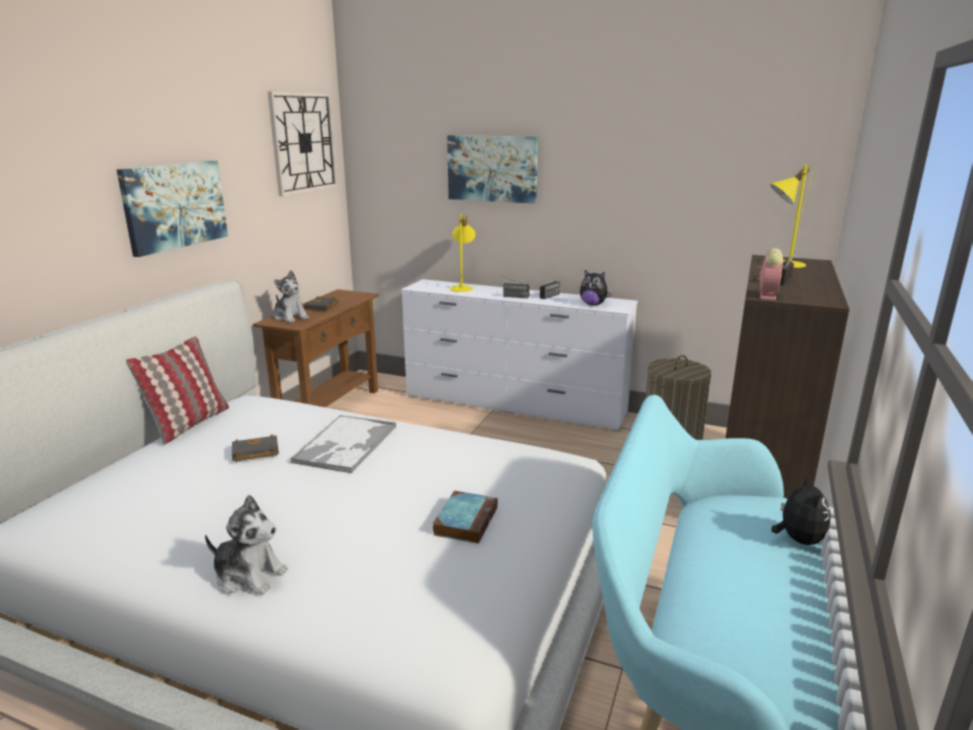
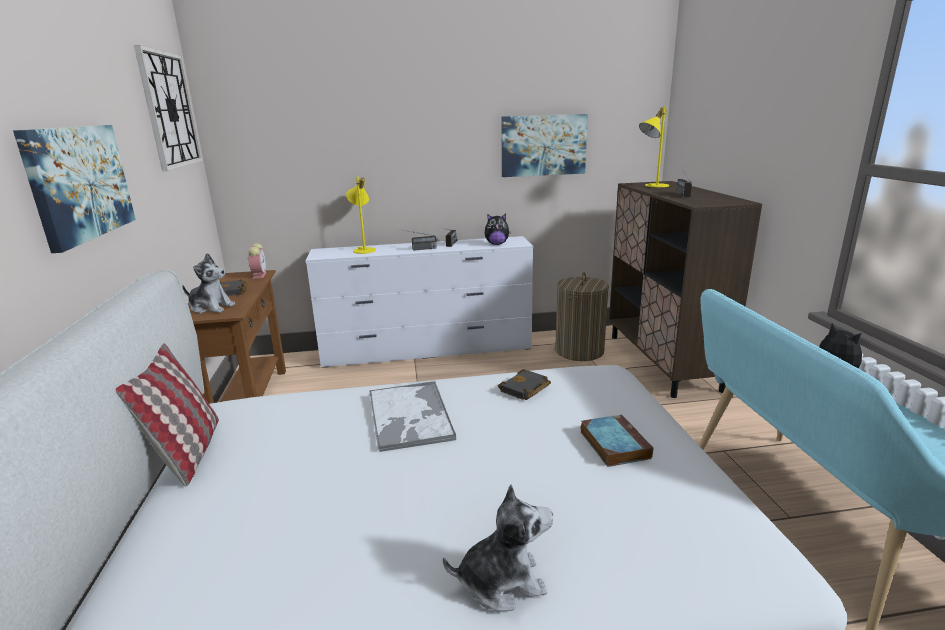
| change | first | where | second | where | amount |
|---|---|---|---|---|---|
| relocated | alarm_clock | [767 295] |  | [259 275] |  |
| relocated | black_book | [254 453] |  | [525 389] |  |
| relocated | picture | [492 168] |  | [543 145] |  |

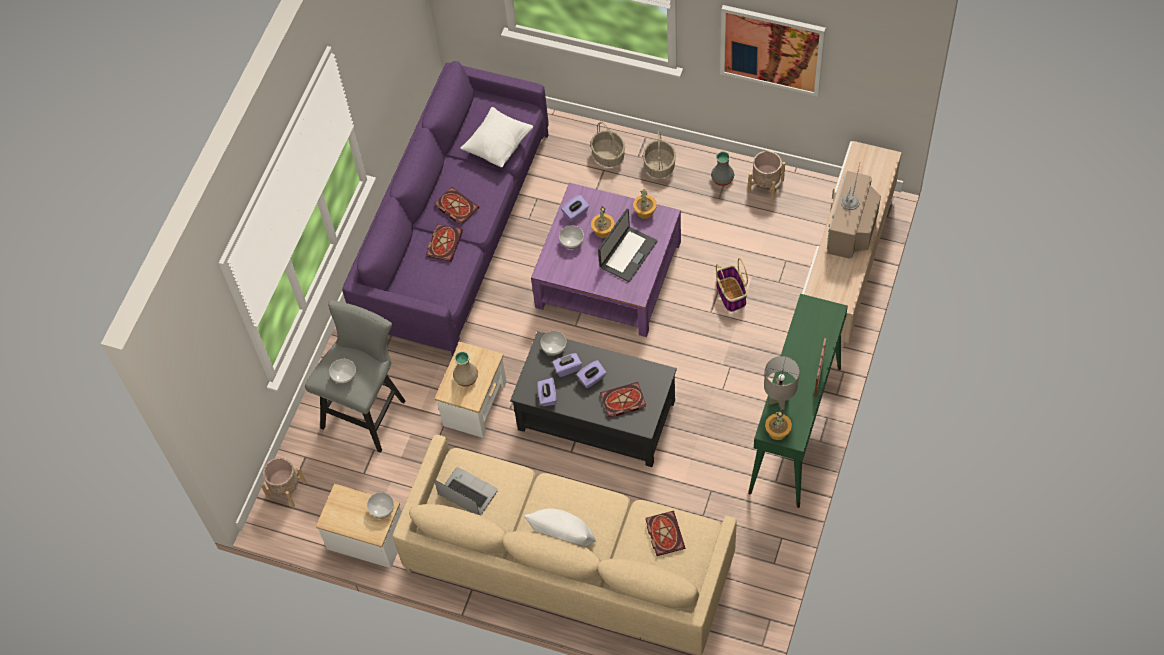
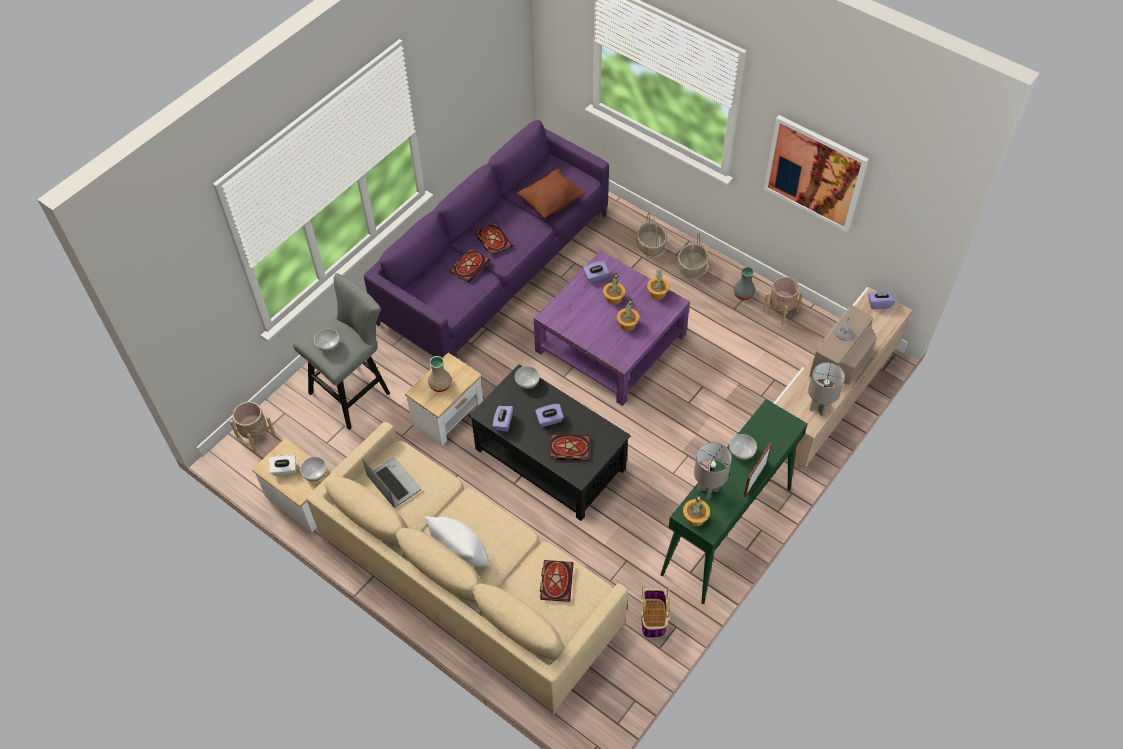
| change | first | where | second | where | amount |
|---|---|---|---|---|---|
| appeared |  |  | white_tissue_box | [284 470] |  |
| colour | white_pillow | [498 145] | brown_pillow | [551 202] |  |
| exchanged | laptop | [627 254] | potted_plant | [627 324] |  |
| relocated | basket | [731 295] |  | [653 619] |  |
| relocated | bowl | [572 242] |  | [741 452] |  |
| appeared |  |  | grey_table_lamp | [818 408] |  |
| relocated | purple_tissue_box | [567 368] |  | [879 304] |  |

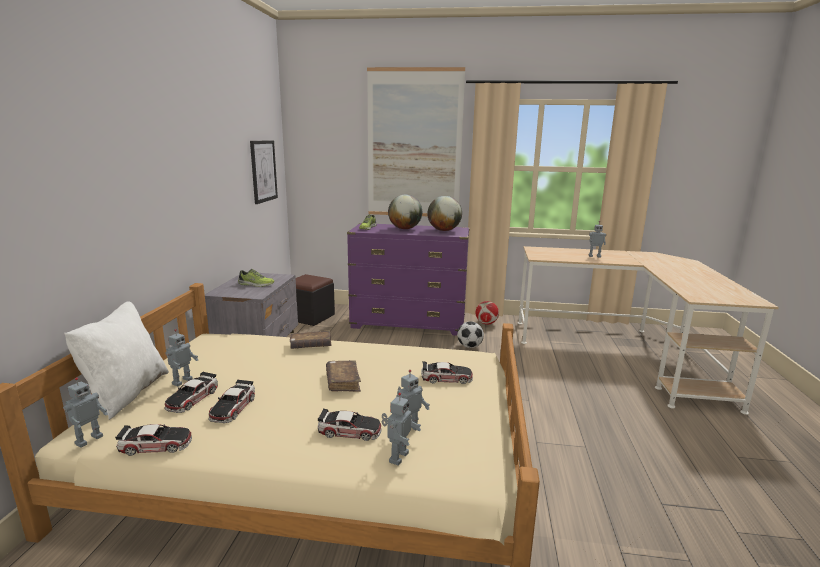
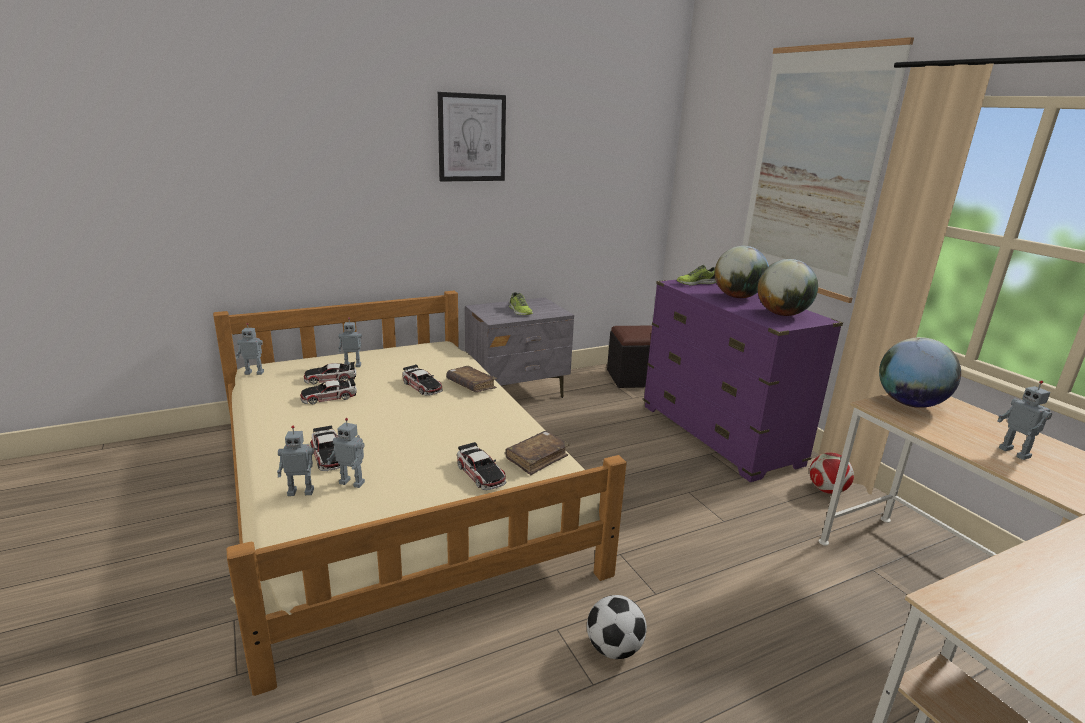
| change | first | where | second | where | amount |
|---|---|---|---|---|---|
| relocated | toy_car | [156 445] |  | [422 386] |  |
| relocated | picture | [263 171] |  | [472 138] |  |
| relocated | brown_book | [343 382] |  | [537 458] |  |
| relocated | football | [469 346] |  | [613 649] |  |
| appeared |  |  | globe | [909 403] |  |
| missing | white_pillow | [126 393] |  |  |  |

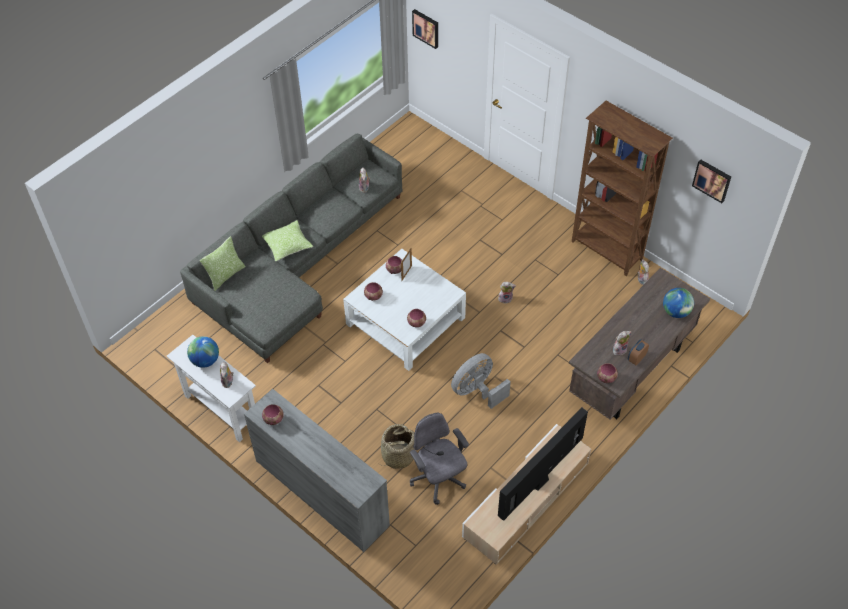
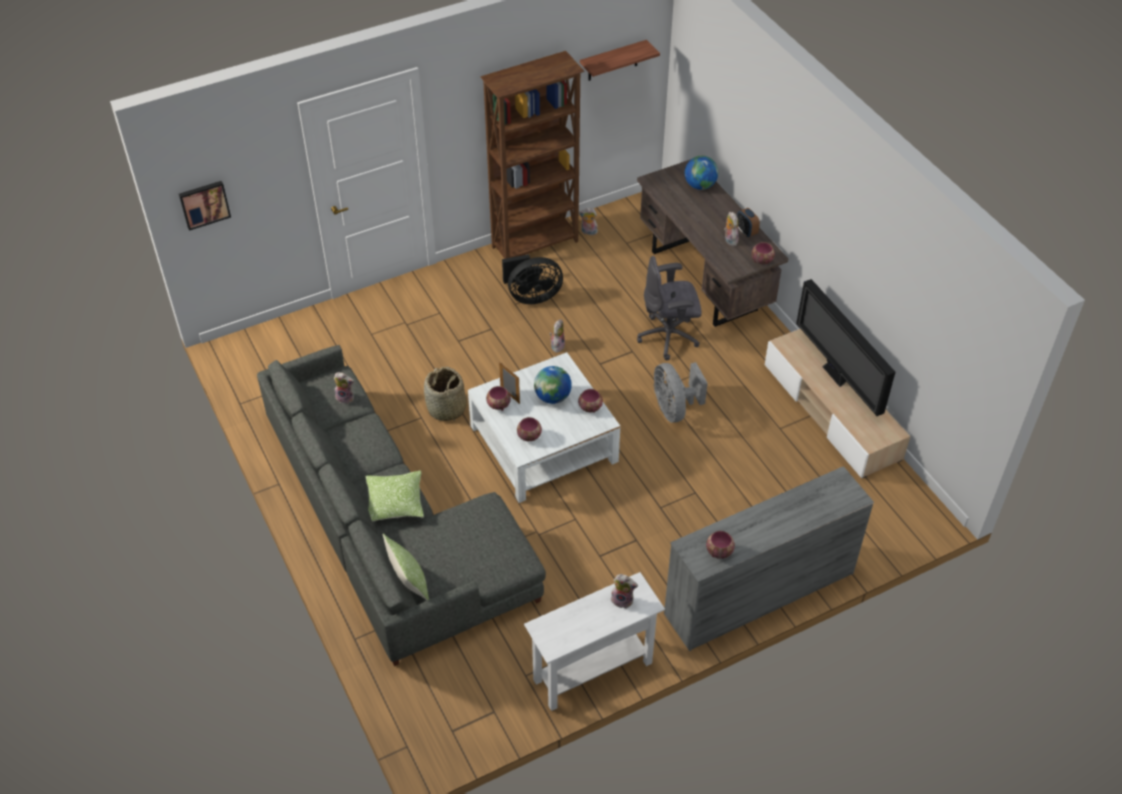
| change | first | where | second | where | amount |
|---|---|---|---|---|---|
| relocated | basket | [398 455] |  | [446 409] |  |
| appeared |  |  | black_fan | [532 296] |  |
| relocated | globe | [205 360] |  | [552 397] |  |
| exchanged | picture | [712 180] | shelf | [613 61] |  |
| relocated | grey_office_chair | [438 479] |  | [669 337] |  |

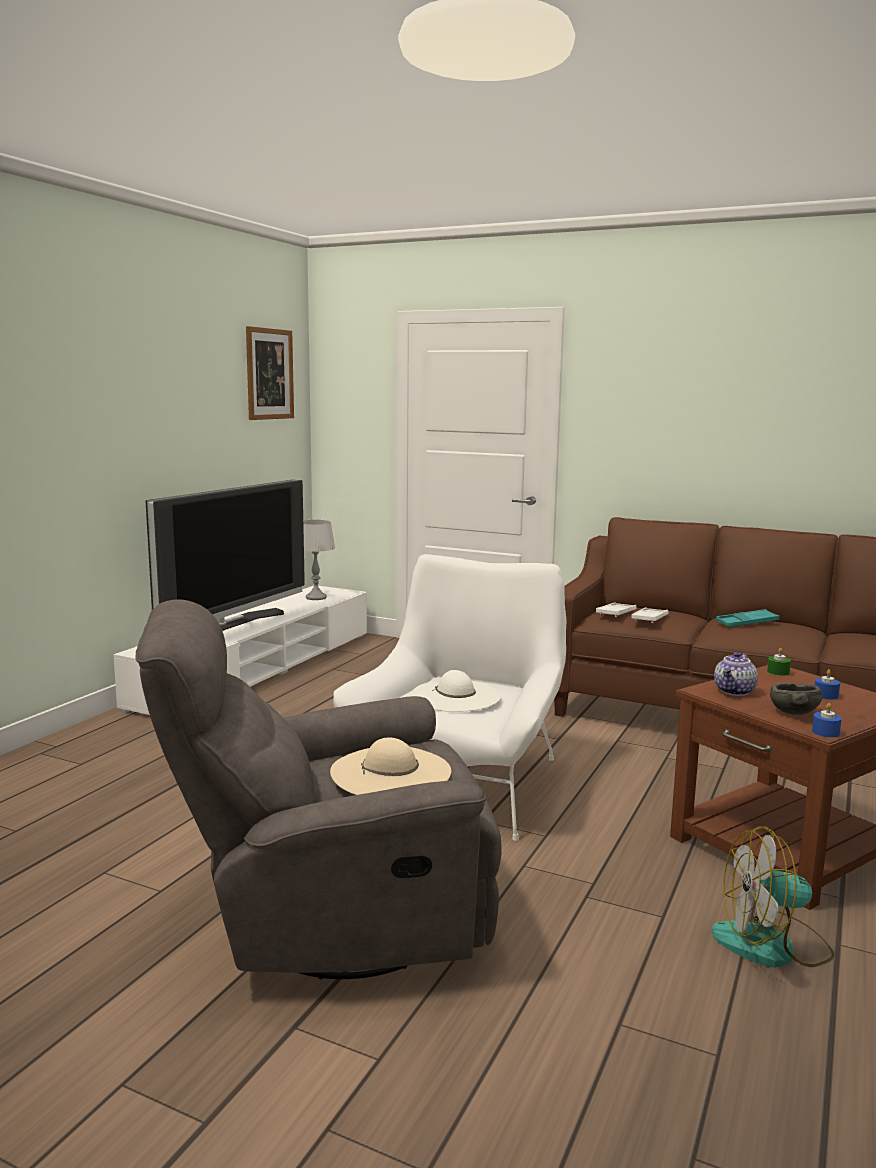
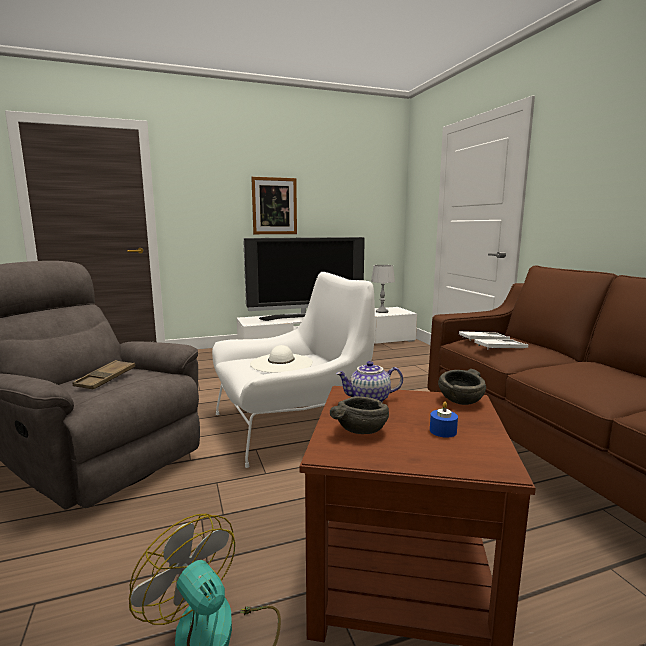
| change | first | where | second | where | amount |
|---|---|---|---|---|---|
| exchanged | beige_hat | [390 772] | brown_tray | [106 379] |  |
| relocated | picture | [269 374] |  | [274 206] |  |
| exchanged | green_candle | [778 672] | grey_bowl | [461 401] |  |
| missing | turquoise_tray | [747 623] |  |  |  |
| missing | blue_candle | [825 732] |  |  |  |

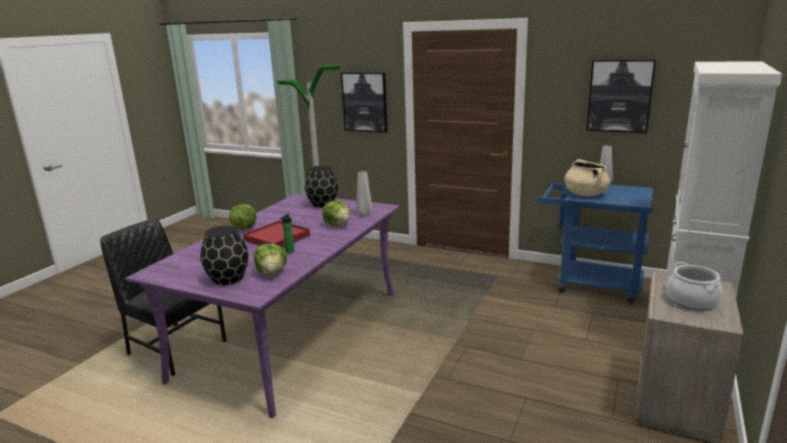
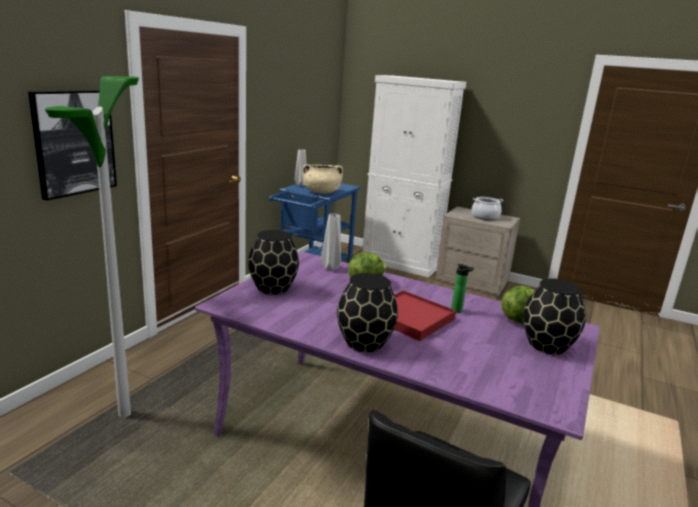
| change | first | where | second | where | amount |
|---|---|---|---|---|---|
| exchanged | lettuce | [244 228] | black_vase | [365 343] |  |
| missing | picture | [620 96] |  |  |  |

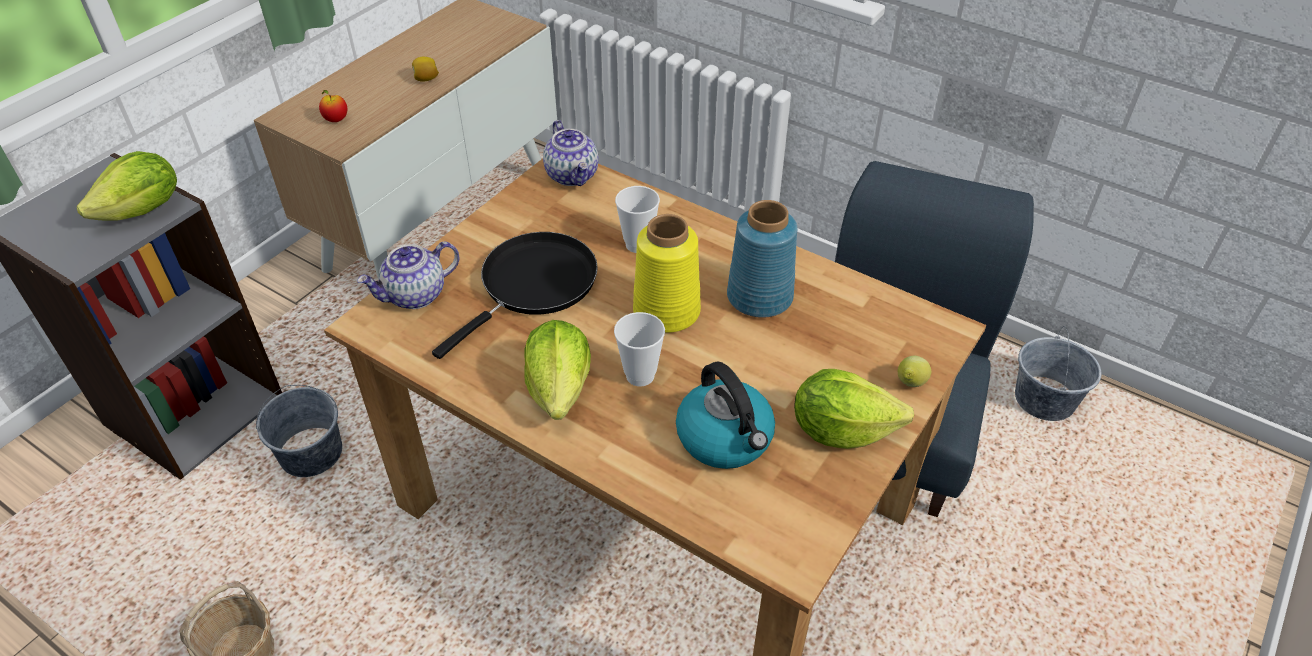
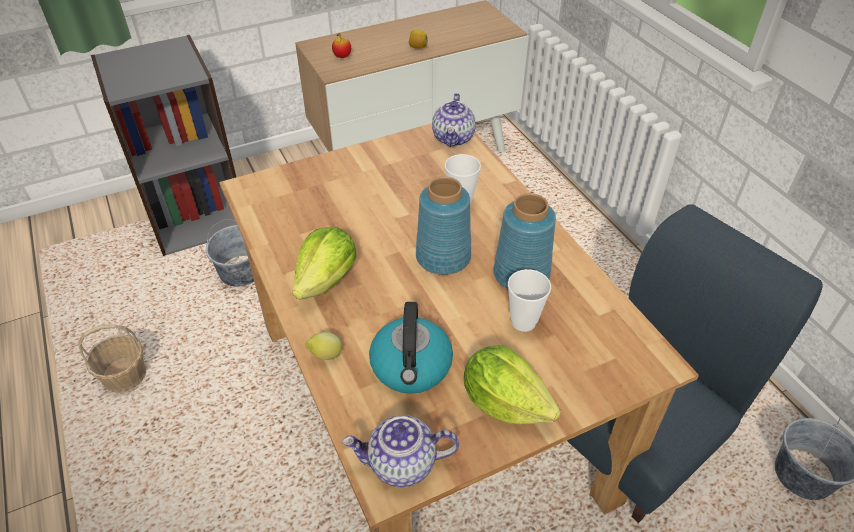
| change | first | where | second | where | amount |
|---|---|---|---|---|---|
| relocated | lemon | [909 384] |  | [325 355] |  |
| relocated | teapot | [415 295] |  | [401 464] |  |
| colour | yellow_vase | [667 312] | blue_vase | [443 258] |  |
| relocated | cup | [640 375] |  | [523 322] |  |
| missing | lettuce | [143 211] |  |  |  |
| missing | black_frying_pan | [533 285] |  |  |  |

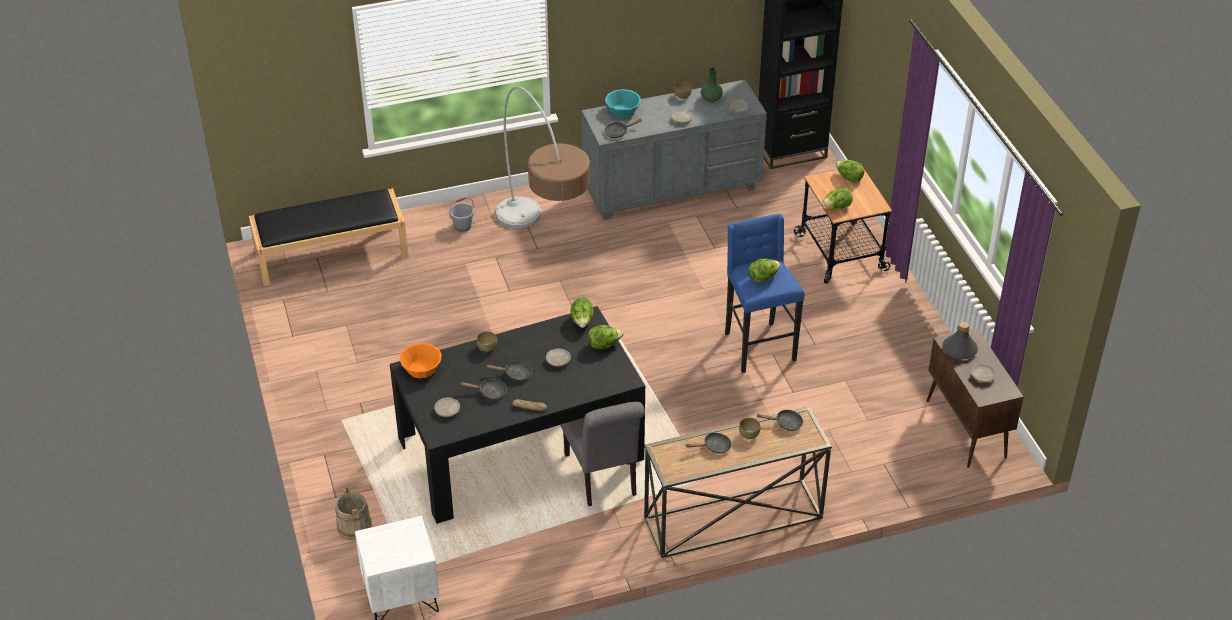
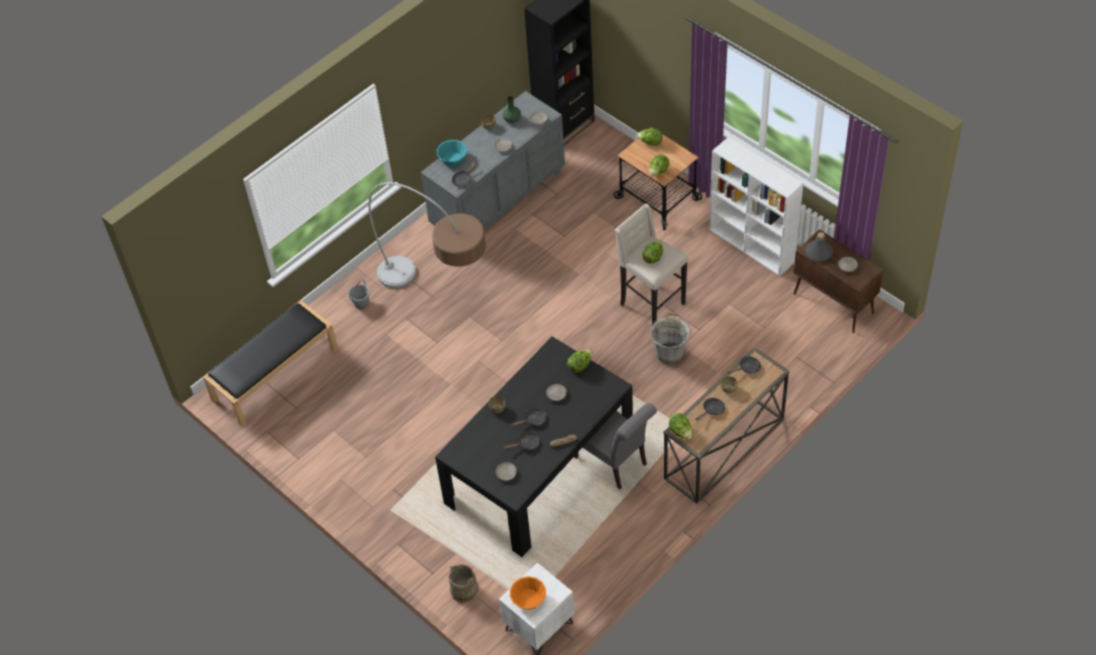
| change | first | where | second | where | amount |
|---|---|---|---|---|---|
| relocated | orange_bowl | [421 368] |  | [528 598] |  |
| colour | blue_stool | [757 346] | beige_stool | [650 304] |  |
| appeared |  |  | grey_bucket | [670 353] |  |
| relocated | lettuce | [582 321] |  | [681 432] |  |
| appeared |  |  | white_bookcase | [752 246] |  |

